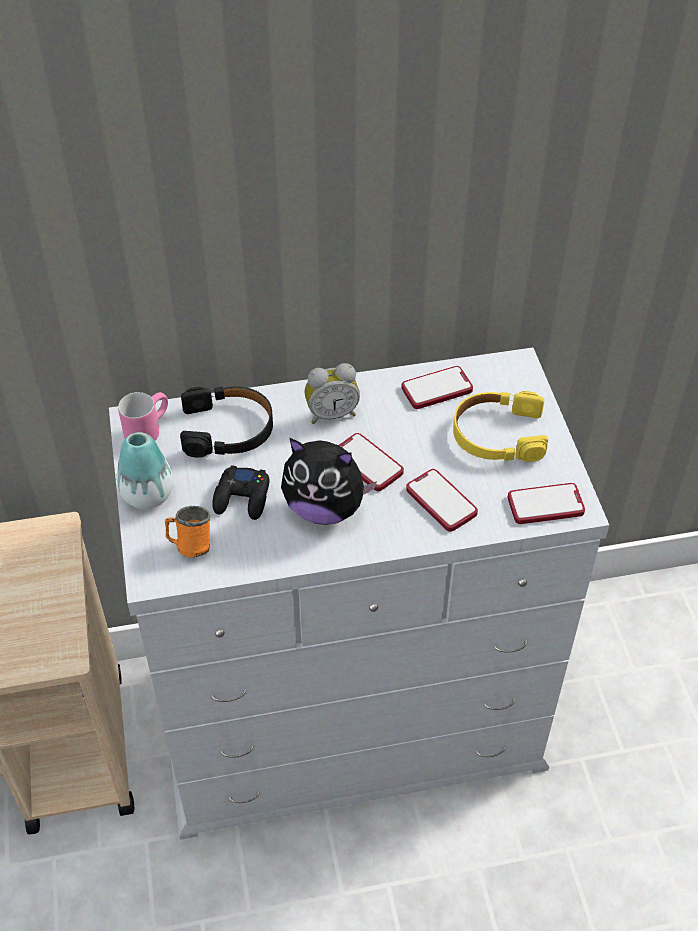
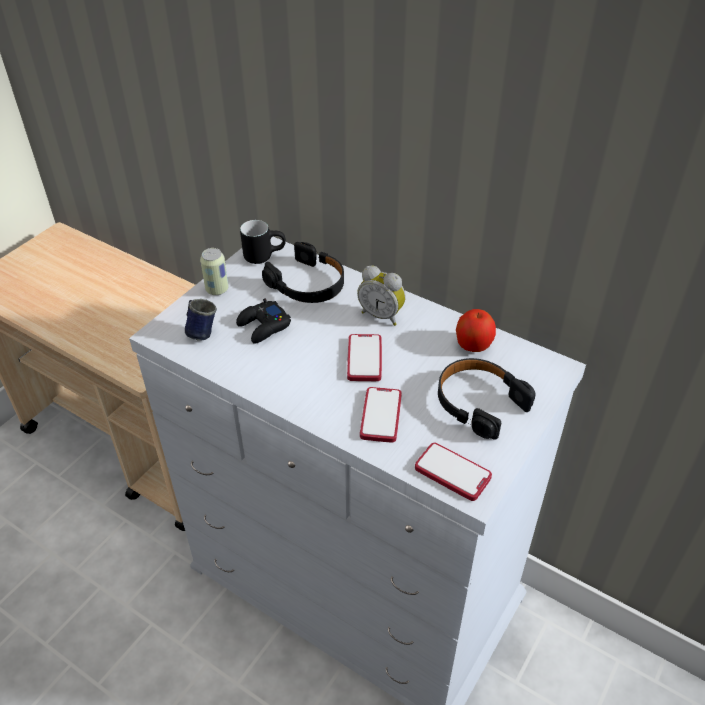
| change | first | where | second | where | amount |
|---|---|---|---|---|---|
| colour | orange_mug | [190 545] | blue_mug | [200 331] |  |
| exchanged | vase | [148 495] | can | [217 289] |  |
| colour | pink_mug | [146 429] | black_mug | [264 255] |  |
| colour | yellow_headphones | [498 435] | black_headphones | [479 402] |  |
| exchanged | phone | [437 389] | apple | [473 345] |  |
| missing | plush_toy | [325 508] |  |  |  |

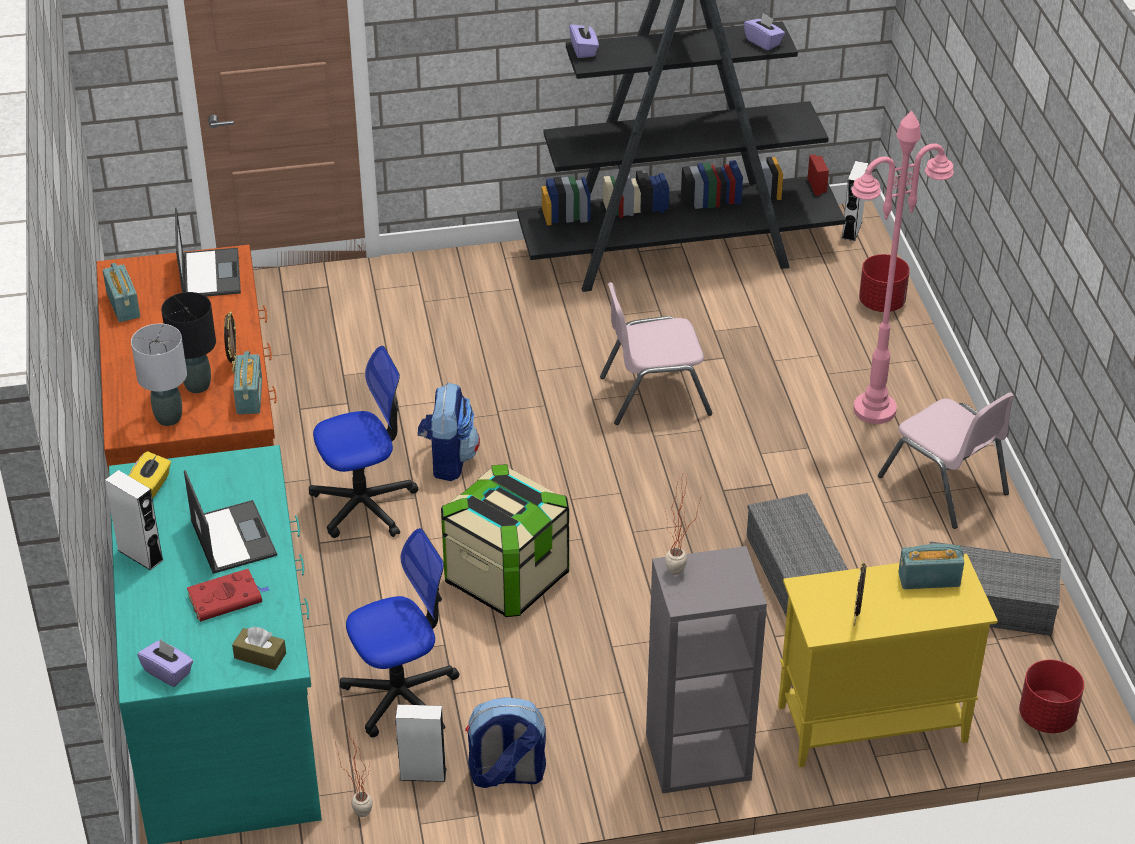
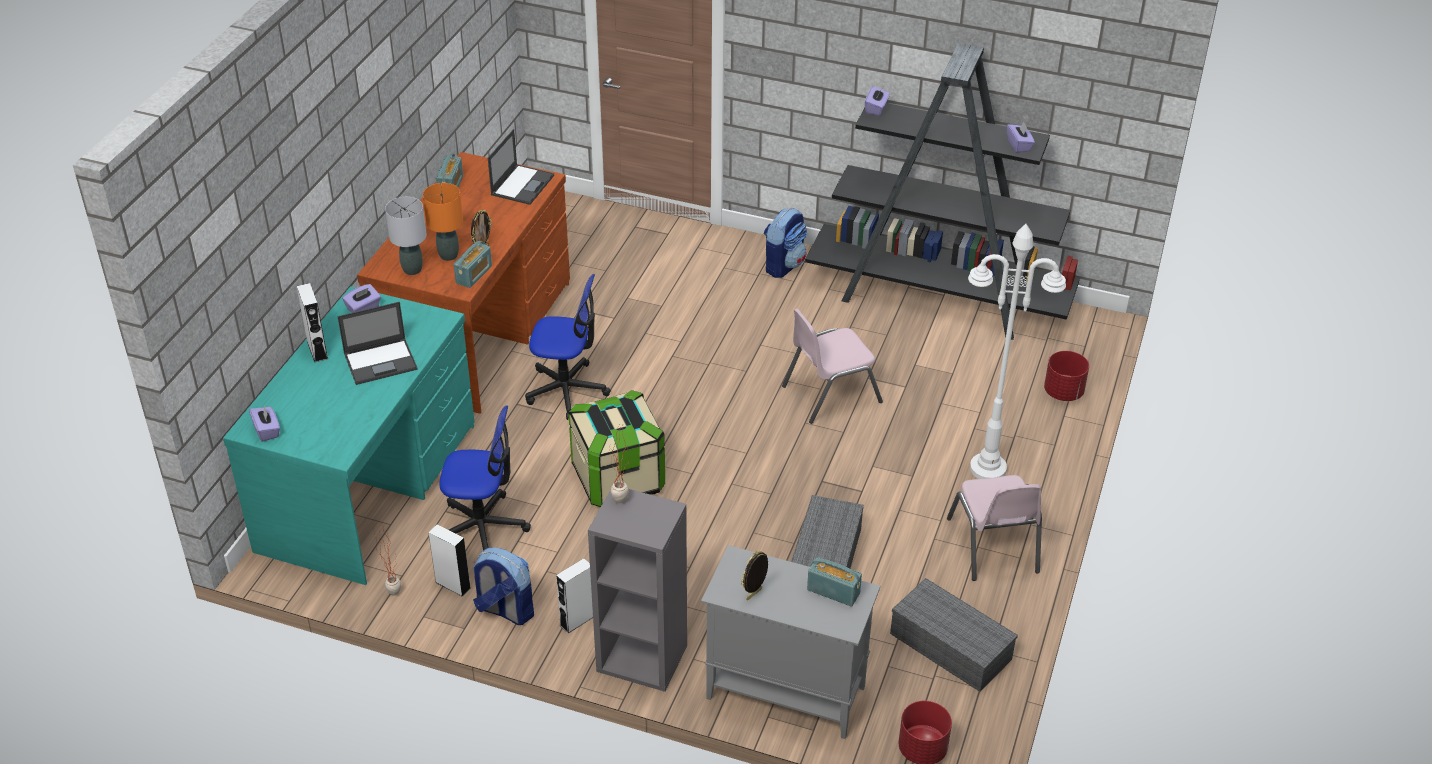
| change | first | where | second | where | amount |
|---|---|---|---|---|---|
| spun | laptop | [232 537] |  | [381 361] | 60 degrees clockwise |
| colour | yellow_tissue_box | [151 485] | purple_tissue_box | [363 308] |  |
| colour | black_table_lamp | [197 385] | orange_table_lamp | [448 255] |  |
| relocated | white_speaker | [852 230] |  | [577 620] |  |
| colour | yellow_cabinet | [870 724] | grey_cabinet | [784 692] |  |
| relocated | backpack | [448 460] |  | [783 265] |  |
| spun | pink_chair | [654 395] |  | [830 393] | 45 degrees counterclockwise |
| colour | pink_floor_lamp | [874 410] | white_floor_lamp | [987 469] |  |
| missing | red_book | [227 598] |  |  |  |
| missing | brown_tissue_box | [260 655] |  |  |  |

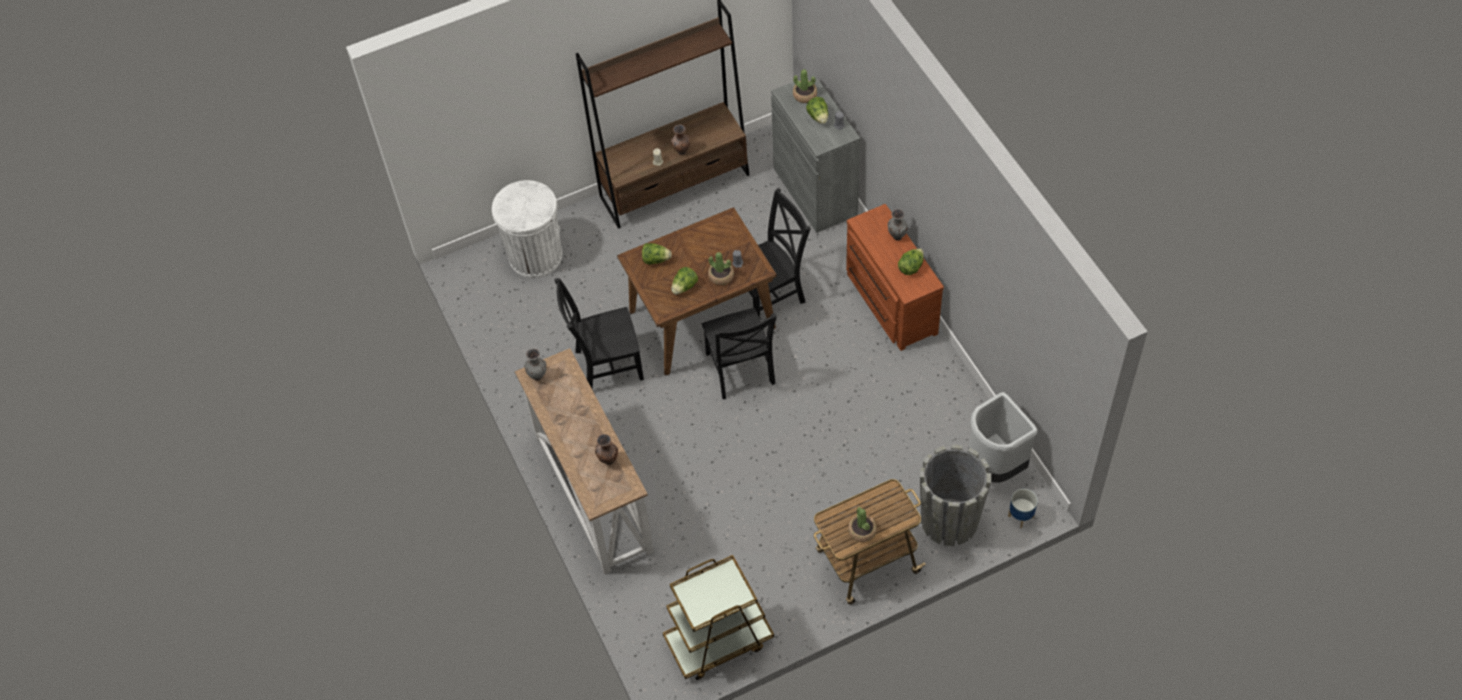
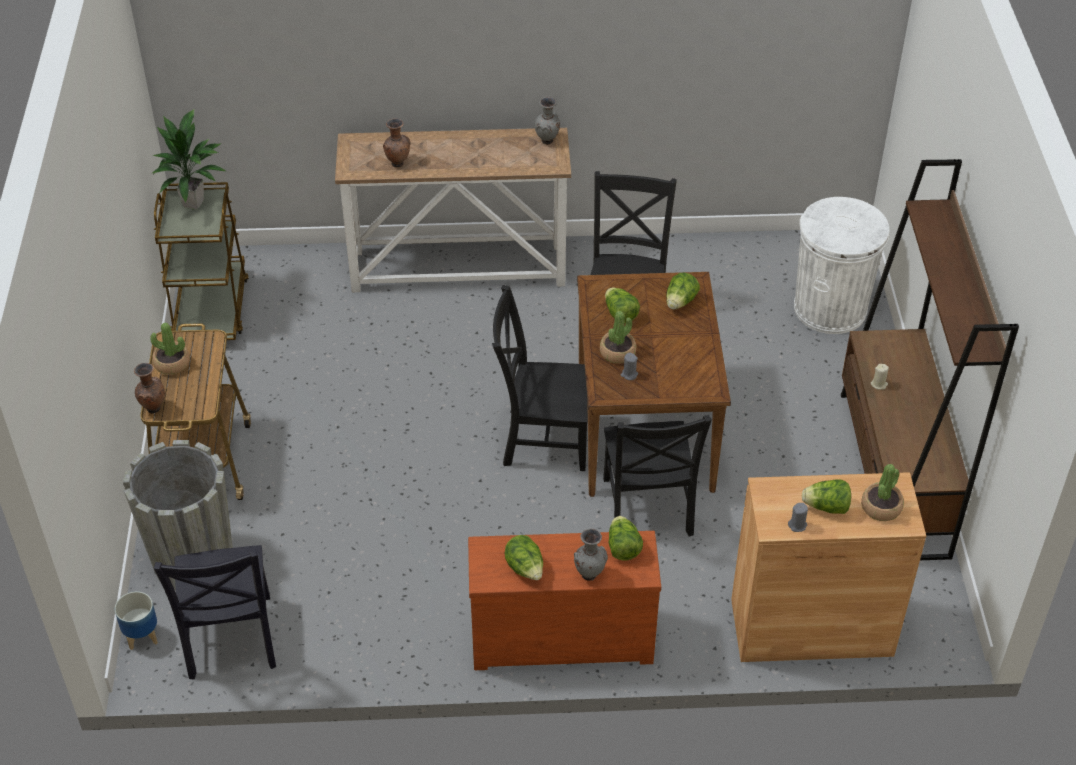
| change | first | where | second | where | amount |
|---|---|---|---|---|---|
| relocated | brown_vase | [681 152] |  | [153 408] |  |
| appeared |  |  | potted_plant | [194 203] |  |
| exchanged | grey_trash_can | [994 466] | black_chair | [230 641] |  |
| appeared |  |  | lettuce | [623 547] |  |
| colour | grey_cabinet | [815 191] | brown_cabinet | [811 627] |  |

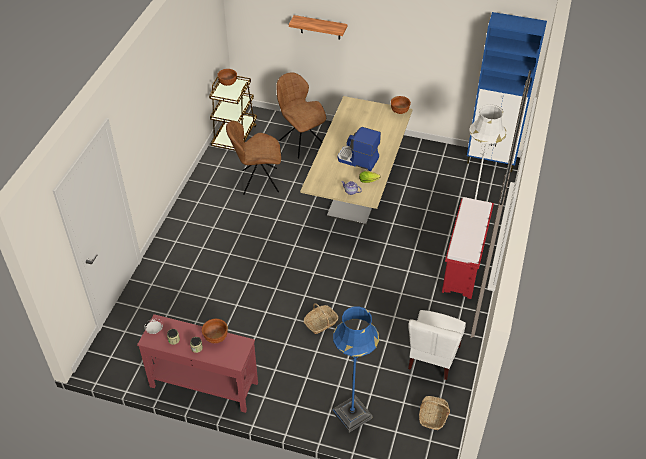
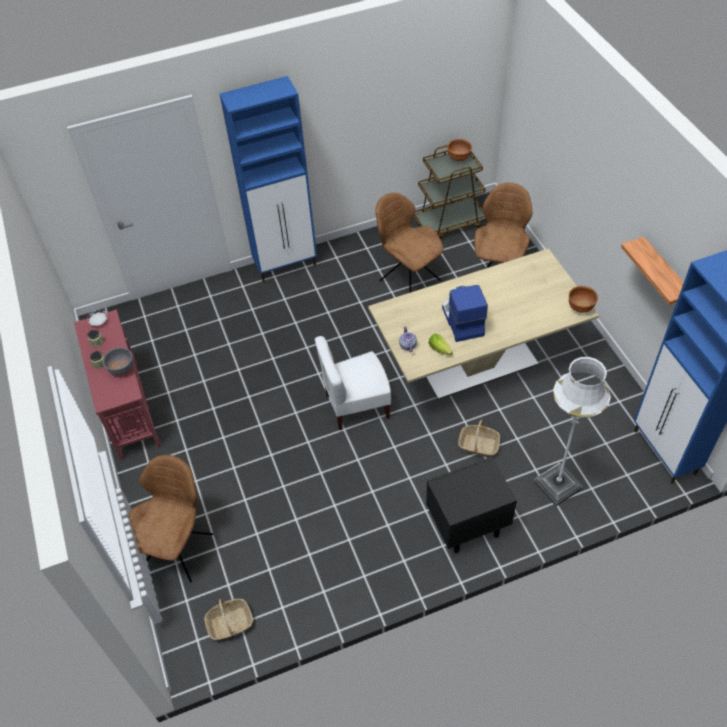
| change | first | where | second | where | amount |
|---|---|---|---|---|---|
| colour | brown_bowl | [215 337] | grey_bowl | [122 369] |  |
| exchanged | blue_floor_lamp | [352 415] | brown_chair | [179 548] |  |
| appeared |  |  | blue_cabinet | [286 265] |  |
| relocated | white_chair | [433 357] |  | [356 405] |  |
| exchanged | red_bench | [464 266] | black_nightstand | [466 526] |  |
| relocated | basket | [321 323] |  | [478 445] |  |
| relocated | shelf | [320 27] |  | [664 274] |  |

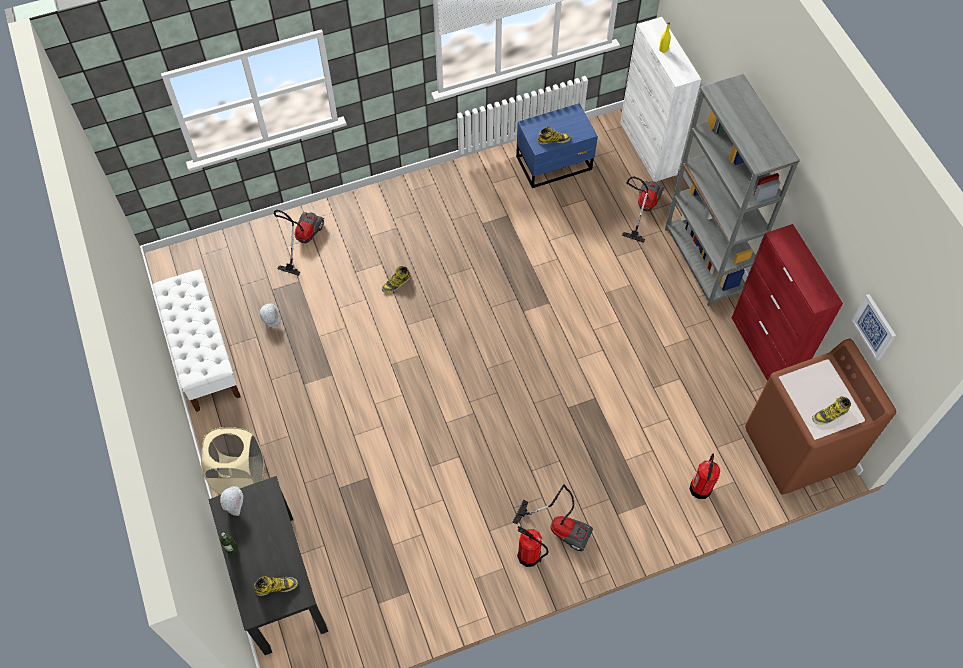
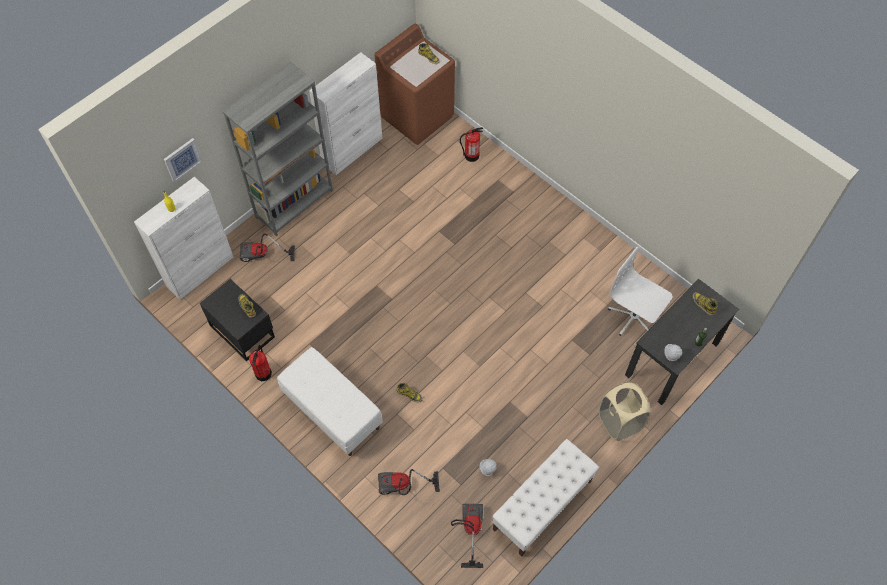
| change | first | where | second | where | amount |
|---|---|---|---|---|---|
| relocated | picture | [874 327] |  | [182 159] |  |
| colour | blue_nightstand | [555 164] | black_nightstand | [242 330] |  |
| relocated | fire_extinguisher | [529 556] |  | [263 373] |  |
| appeared |  |  | white_bench | [332 411] |  |
| colour | red_cabinet | [764 350] | white_cabinet | [353 150] |  |
| relocated | vacuum_cleaner | [560 527] |  | [469 530] |  |
| appeared |  |  | white_office_chair | [633 317] |  |

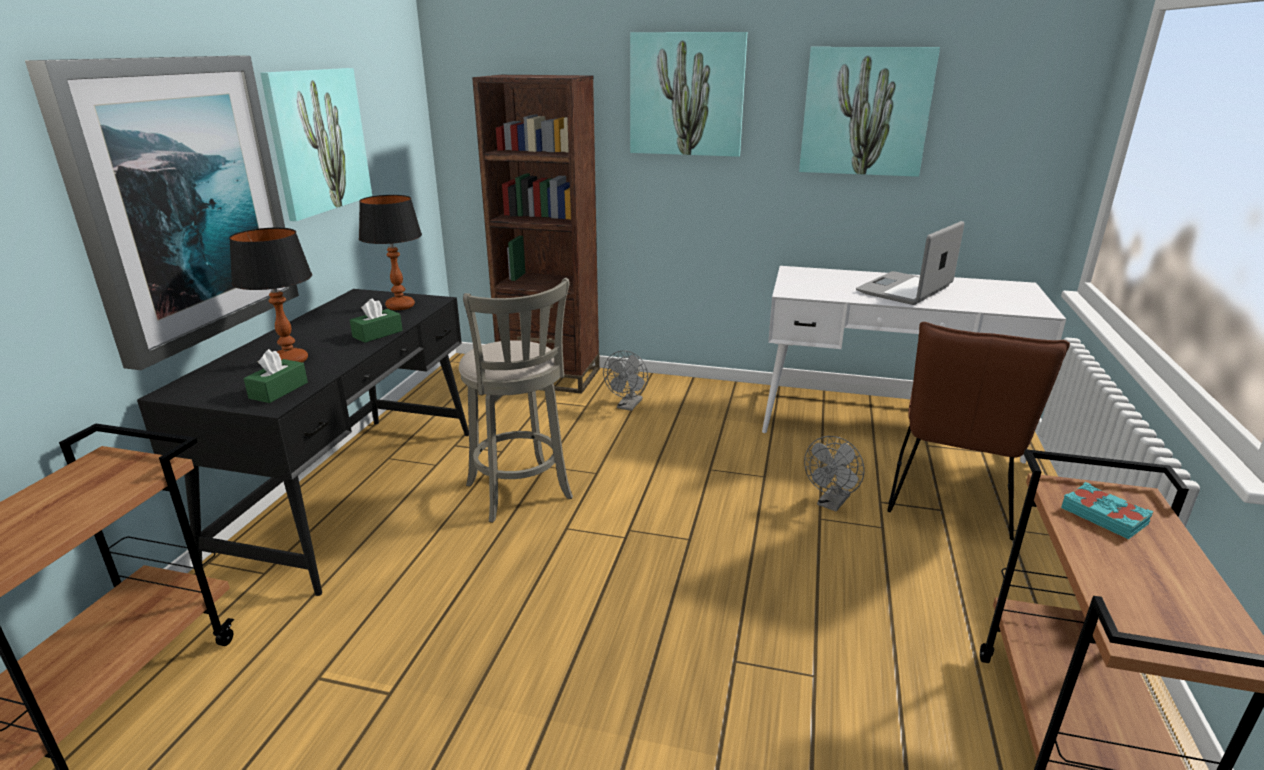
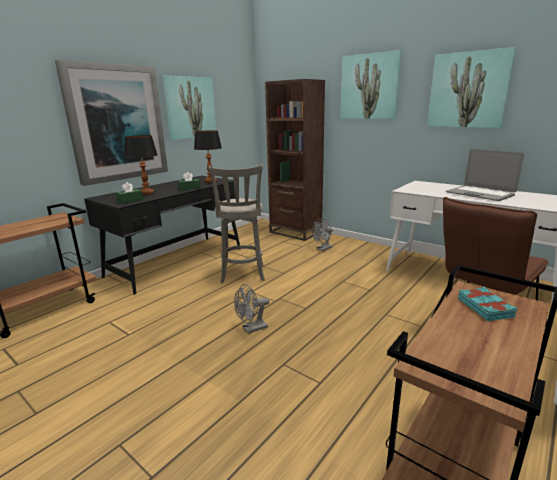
| change | first | where | second | where | amount |
|---|---|---|---|---|---|
| relocated | grey_fan | [831 504] |  | [251 329] |  |
| spun | laptop | [905 290] |  | [479 194] | 105 degrees counterclockwise |

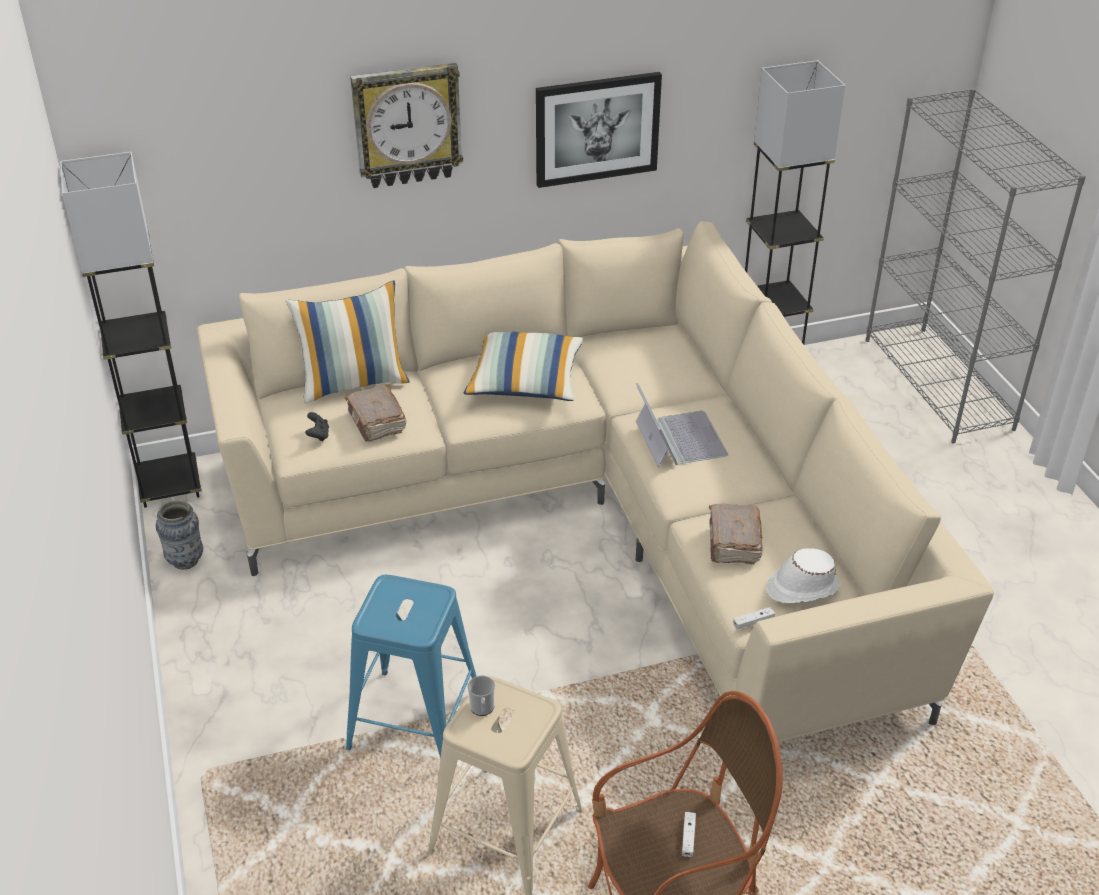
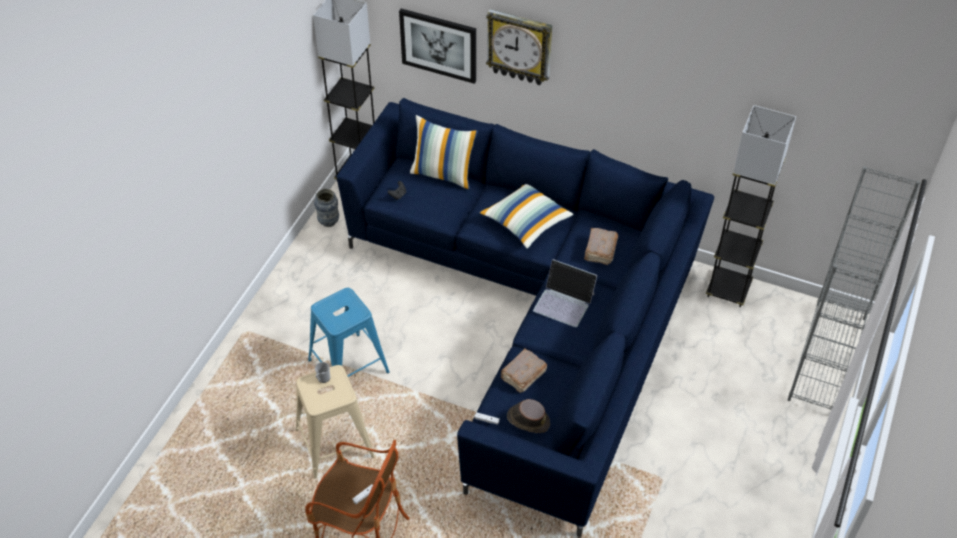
| change | first | where | second | where | amount |
|---|---|---|---|---|---|
| colour | beige_sofa | [595 516] | blue_sofa | [537 317] |  |
| relocated | picture | [597 128] |  | [439 45] |  |
| colour | white_hat | [802 588] | brown_hat | [528 420] |  |
| spun | laptop | [679 438] |  | [564 302] | 90 degrees clockwise |
| relocated | brown_book | [376 423] |  | [600 251] |  |

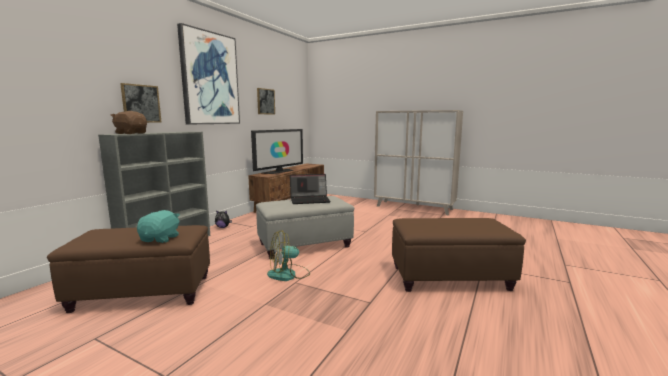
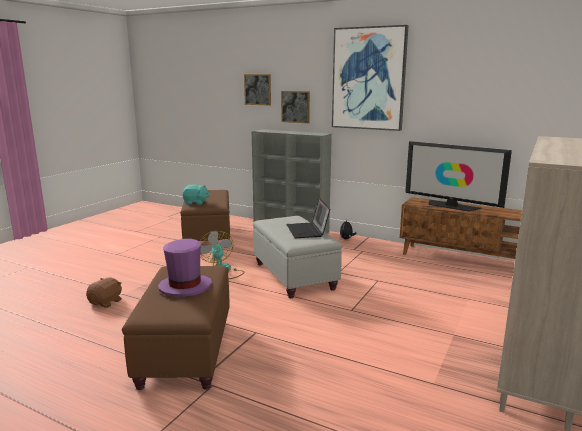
| change | first | where | second | where | amount |
|---|---|---|---|---|---|
| relocated | brown_plush_toy | [131 133] |  | [106 302] |  |
| appeared |  |  | purple_hat | [185 287] |  |
| relocated | picture | [265 101] |  | [258 89] |  |

